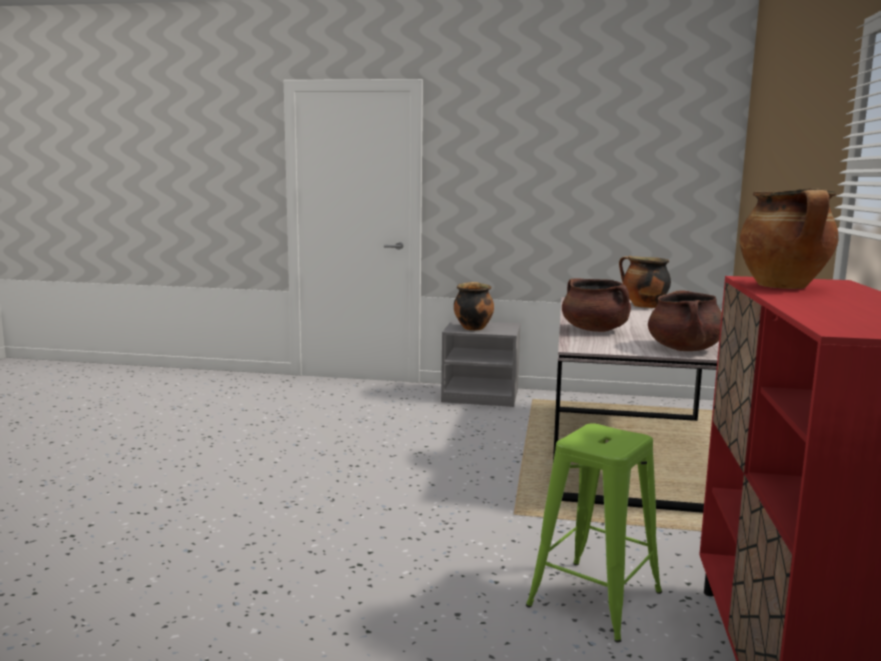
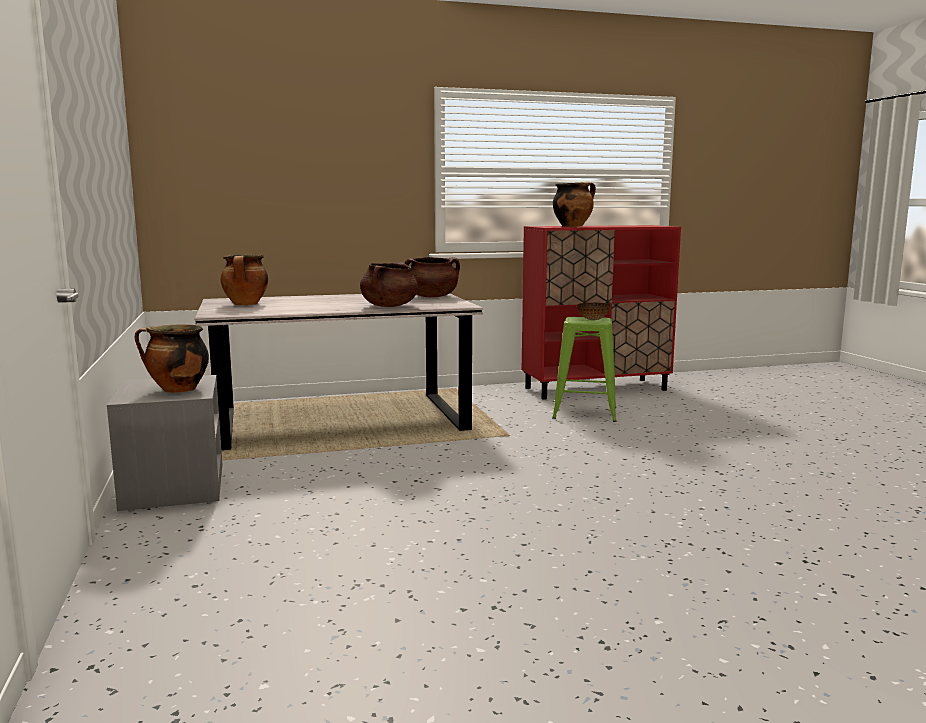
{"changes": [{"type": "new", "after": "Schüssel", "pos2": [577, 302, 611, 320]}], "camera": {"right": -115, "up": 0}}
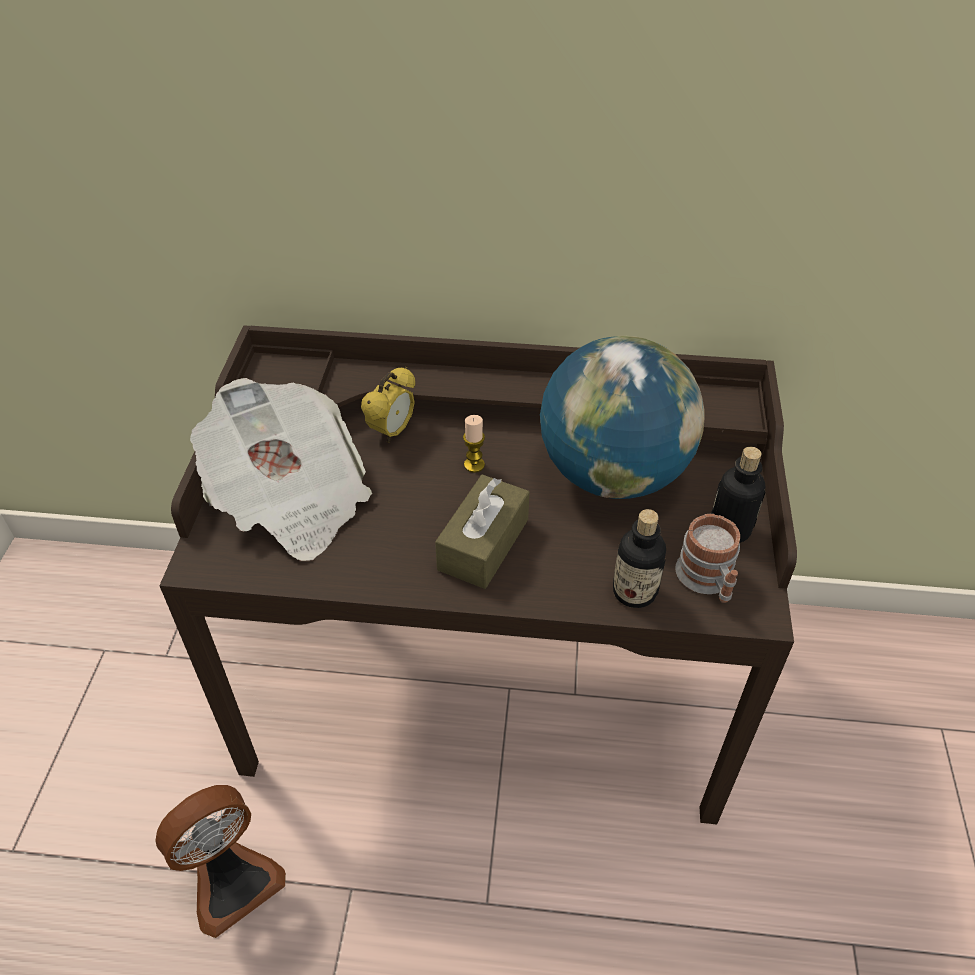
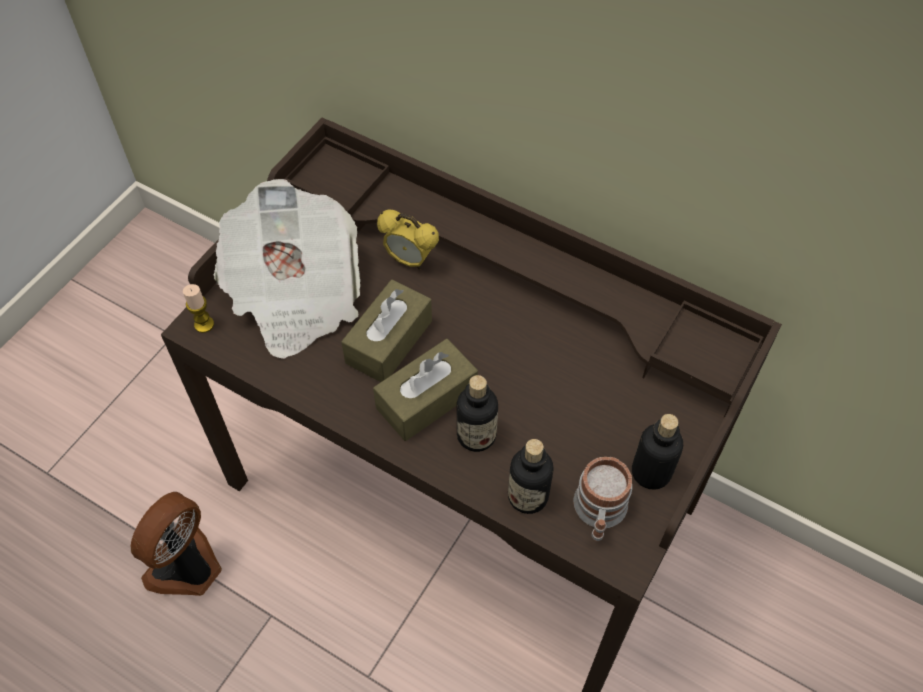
{"changes": [{"type": "rotated", "before": "Ventilator", "pos1": [155, 785, 286, 938], "pos2": [131, 492, 222, 596], "turn": 135}, {"type": "shifted", "before": "Kerze", "pos1": [463, 415, 485, 473], "pos2": [183, 284, 214, 333]}, {"type": "new", "after": "Taschentuchbox (braun)", "pos2": [341, 279, 432, 382]}, {"type": "rotated", "before": "Wecker", "pos1": [361, 367, 416, 443], "pos2": [377, 210, 439, 270], "turn": 60}, {"type": "new", "after": "Flasche", "pos2": [457, 375, 498, 452]}, {"type": "gone", "before": "Globus", "pos1": [540, 336, 704, 499]}], "camera": {"right": 25, "up": 10}}
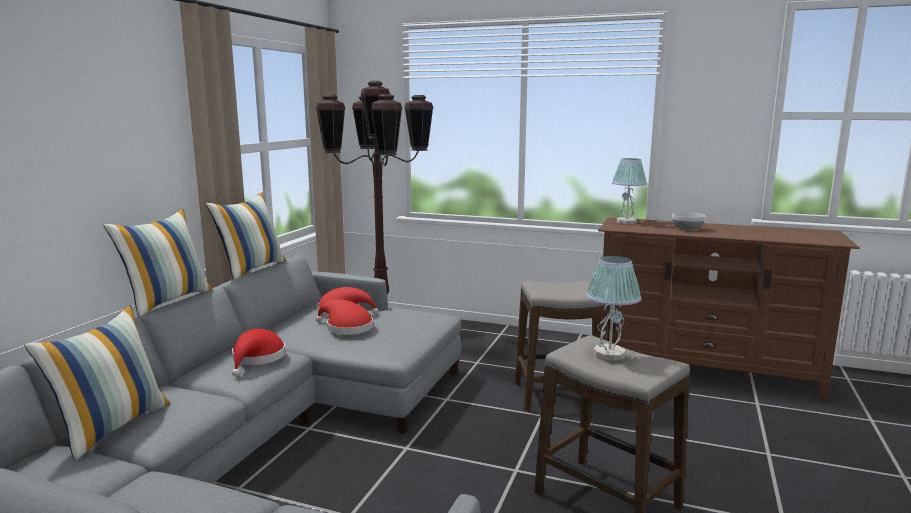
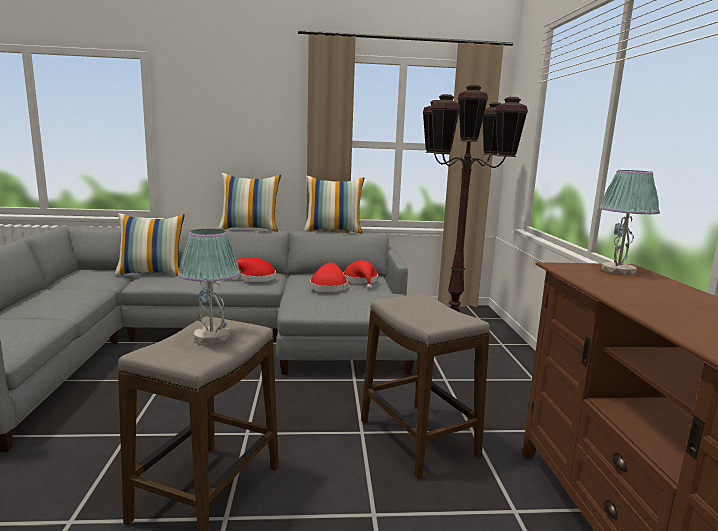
{"changes": [{"type": "gone", "before": "Schüssel", "pos1": [672, 212, 706, 231]}], "camera": {"right": 65, "up": 0}}
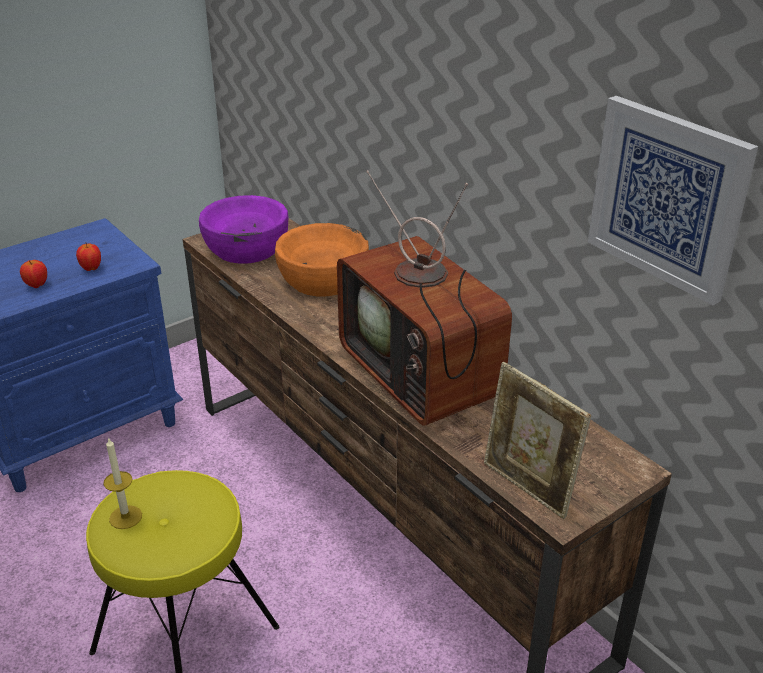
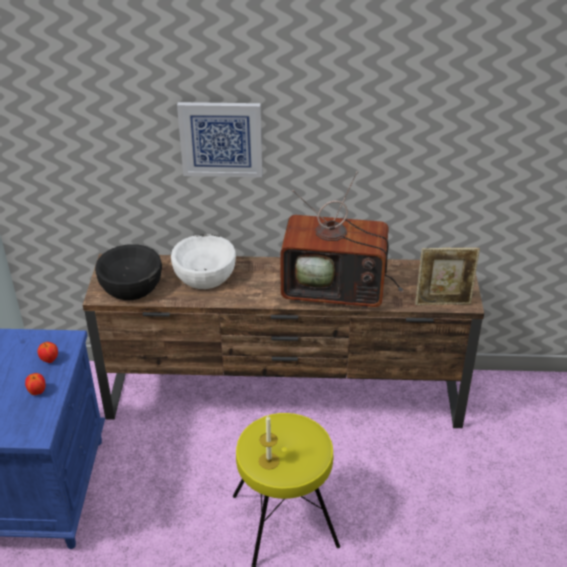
{"changes": [{"type": "repainted", "before": "Schüssel (lila)", "after": "Schüssel (schwarz)", "pos1": [199, 195, 288, 264], "pos2": [95, 244, 162, 300]}, {"type": "repainted", "before": "Schüssel (orange)", "after": "Schüssel (weiß)", "pos1": [275, 223, 369, 297], "pos2": [171, 234, 236, 289]}, {"type": "shifted", "before": "Bild", "pos1": [588, 96, 758, 305], "pos2": [177, 102, 262, 177]}], "camera": {"right": -50, "up": 5}}
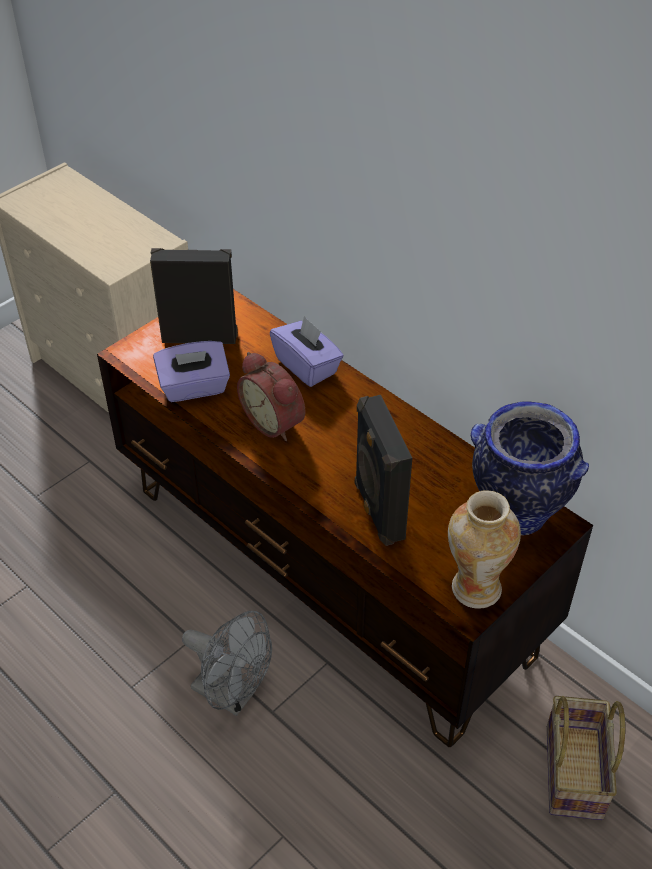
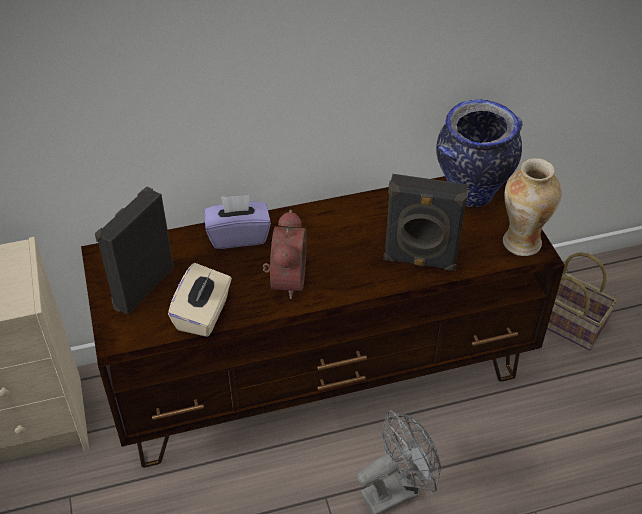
{"changes": [{"type": "repainted", "before": "Taschentuchbox (lila)", "after": "Taschentuchbox (beige)", "pos1": [153, 341, 230, 402], "pos2": [168, 263, 232, 337]}, {"type": "rotated", "before": "Wecker", "pos1": [237, 352, 305, 441], "pos2": [263, 210, 307, 299], "turn": -75}], "camera": {"right": -60, "up": 0}}
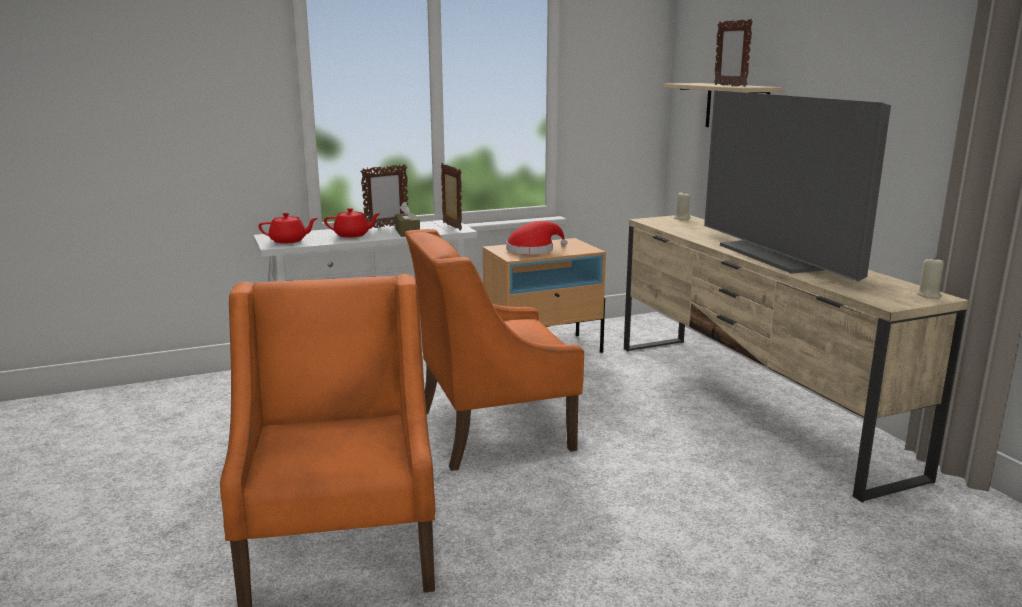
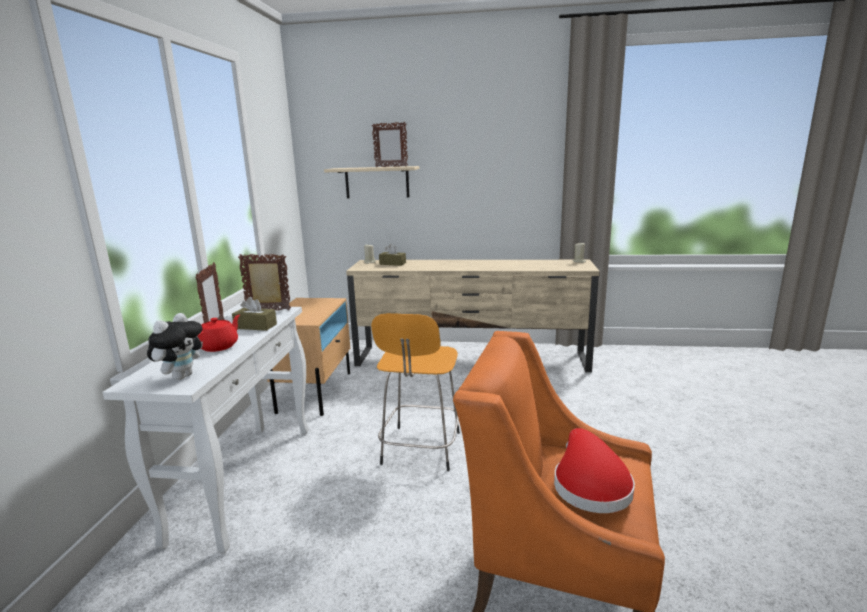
{"changes": [{"type": "swapped", "before": "Teekanne (rot)", "after": "Plüschtier", "pos1": [258, 213, 318, 244], "pos2": [147, 313, 203, 380]}, {"type": "swapped", "before": "Sessel (orange)", "after": "Hocker (orange)", "pos1": [405, 229, 584, 471], "pos2": [371, 313, 460, 471]}, {"type": "new", "after": "Taschentuchbox (braun)", "pos2": [379, 244, 406, 266]}, {"type": "shifted", "before": "Hut (rot)", "pos1": [506, 221, 568, 254], "pos2": [554, 428, 635, 513]}, {"type": "gone", "before": "Fernseher", "pos1": [704, 90, 891, 282]}], "camera": {"right": -60, "up": 0}}
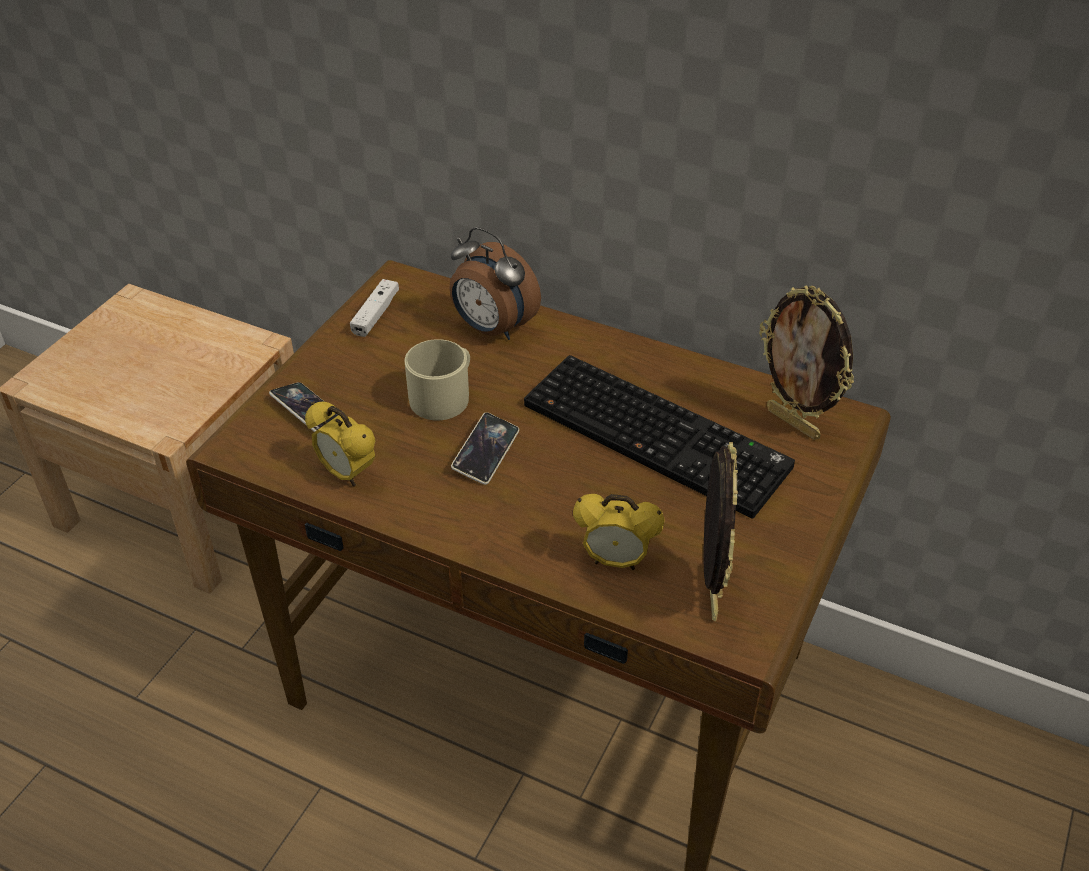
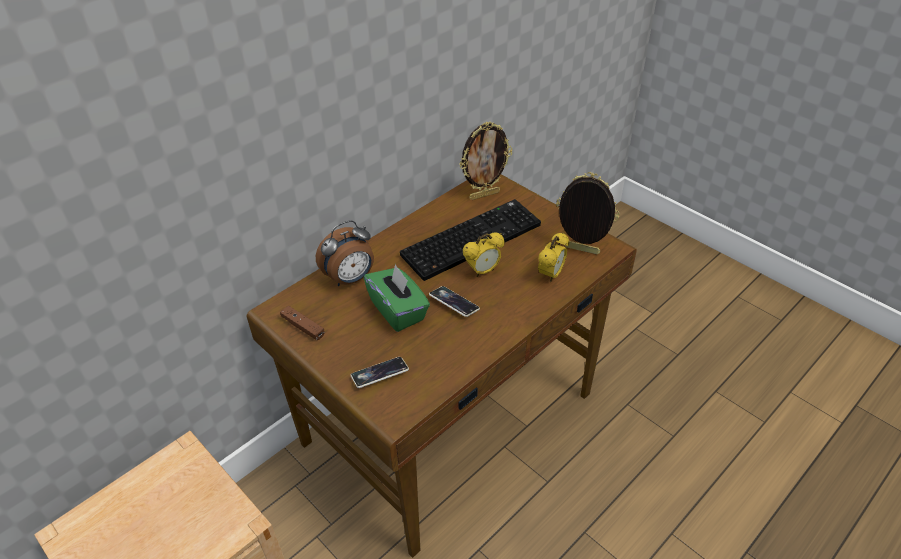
{"changes": [{"type": "repainted", "before": "Gamepad (weiß)", "after": "Gamepad (braun)", "pos1": [350, 279, 399, 337], "pos2": [280, 306, 325, 340]}, {"type": "swapped", "before": "Henkelbecher (beige)", "after": "Taschentuchbox (grün)", "pos1": [405, 339, 470, 420], "pos2": [364, 264, 430, 332]}, {"type": "shifted", "before": "Wecker", "pos1": [305, 402, 376, 487], "pos2": [463, 233, 505, 277]}], "camera": {"right": -70, "up": 0}}
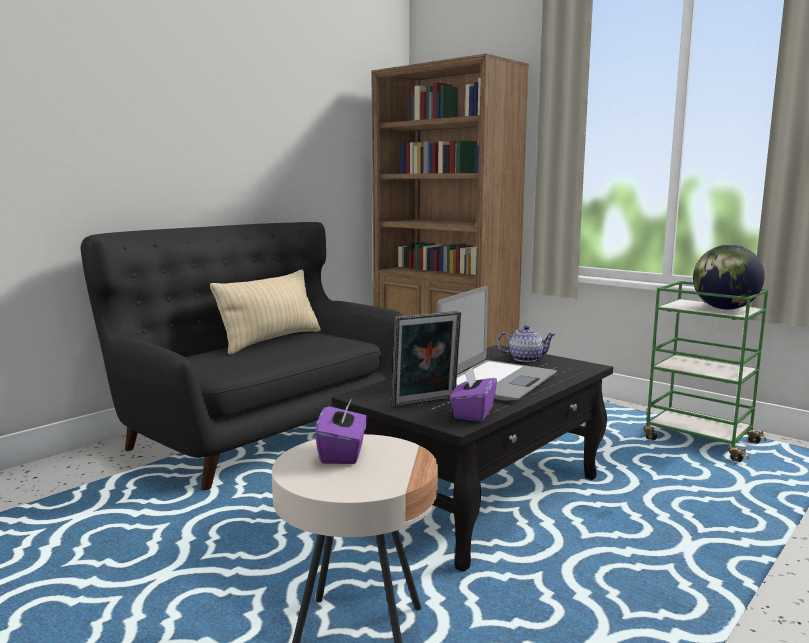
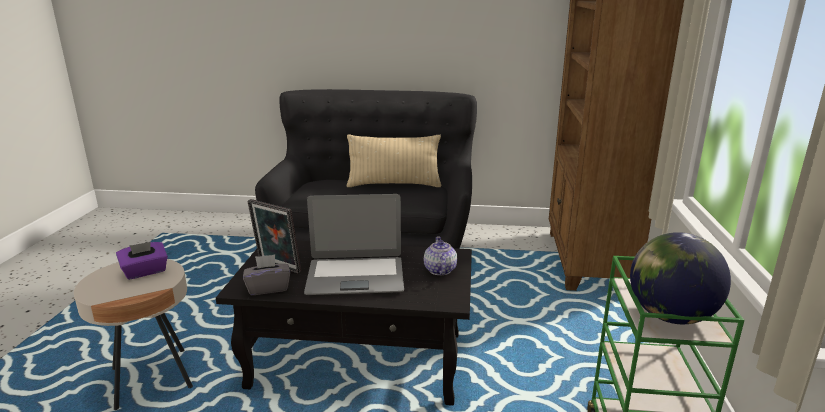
{"changes": [{"type": "repainted", "before": "Taschentuchbox (lila)", "after": "Taschentuchbox (grau)", "pos1": [450, 367, 497, 421], "pos2": [243, 254, 290, 295]}, {"type": "rotated", "before": "Teekanne", "pos1": [497, 325, 556, 362], "pos2": [424, 237, 457, 275], "turn": -150}], "camera": {"right": 55, "up": 10}}
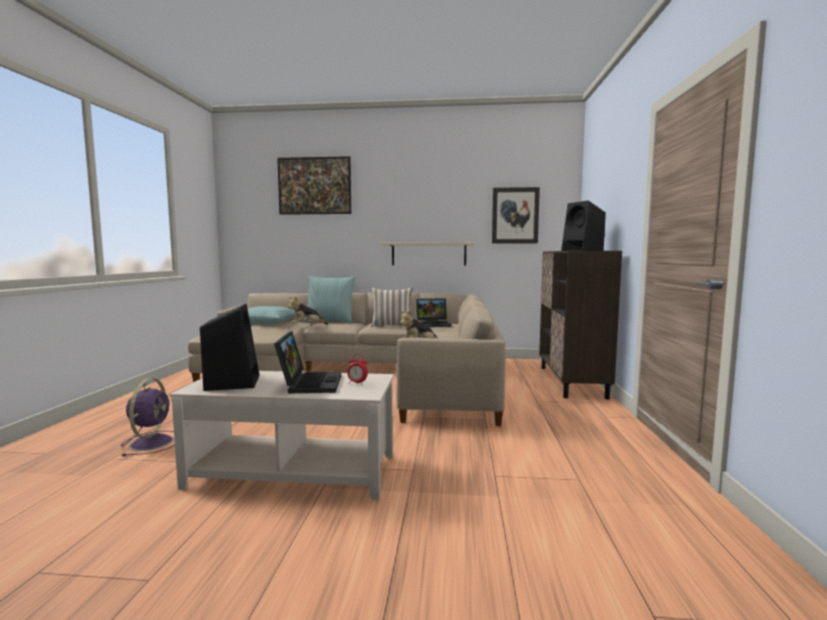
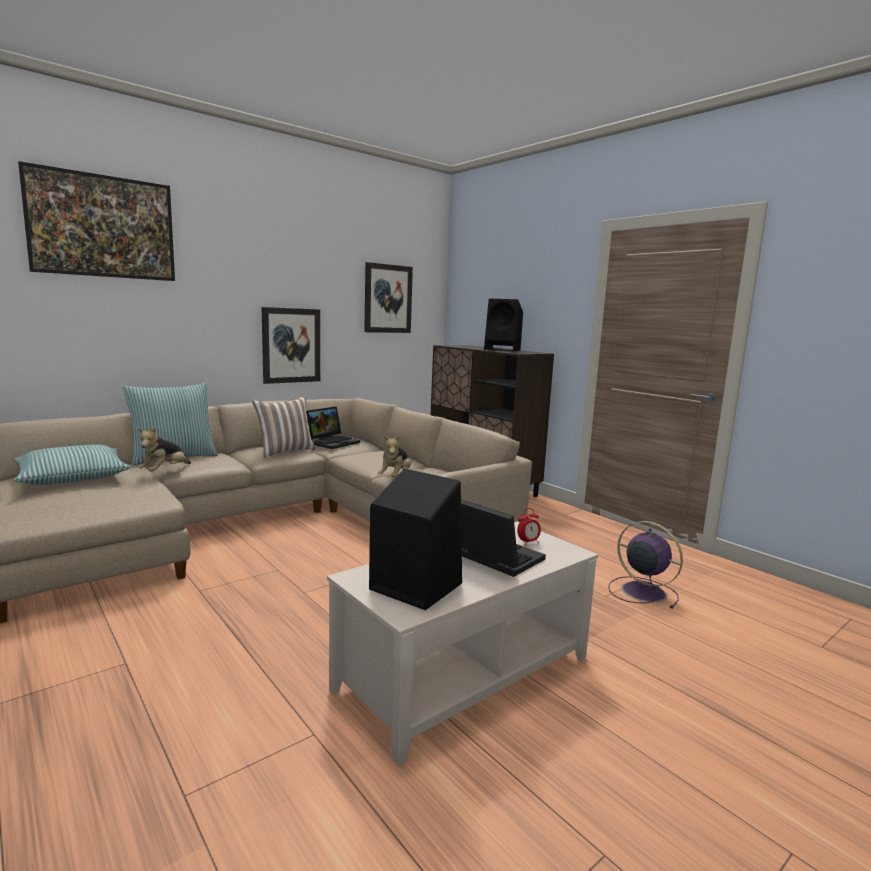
{"changes": [{"type": "swapped", "before": "Wandregal (beige)", "after": "Bild", "pos1": [381, 243, 476, 265], "pos2": [262, 307, 320, 384]}, {"type": "shifted", "before": "Ventilator (lila)", "pos1": [121, 378, 175, 456], "pos2": [608, 521, 683, 609]}], "camera": {"right": -45, "up": 5}}
